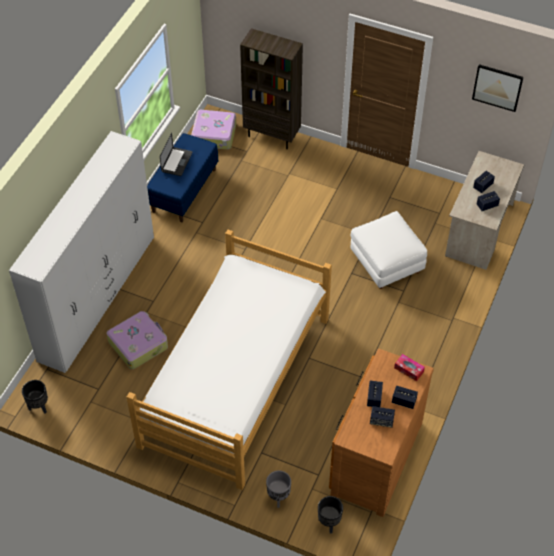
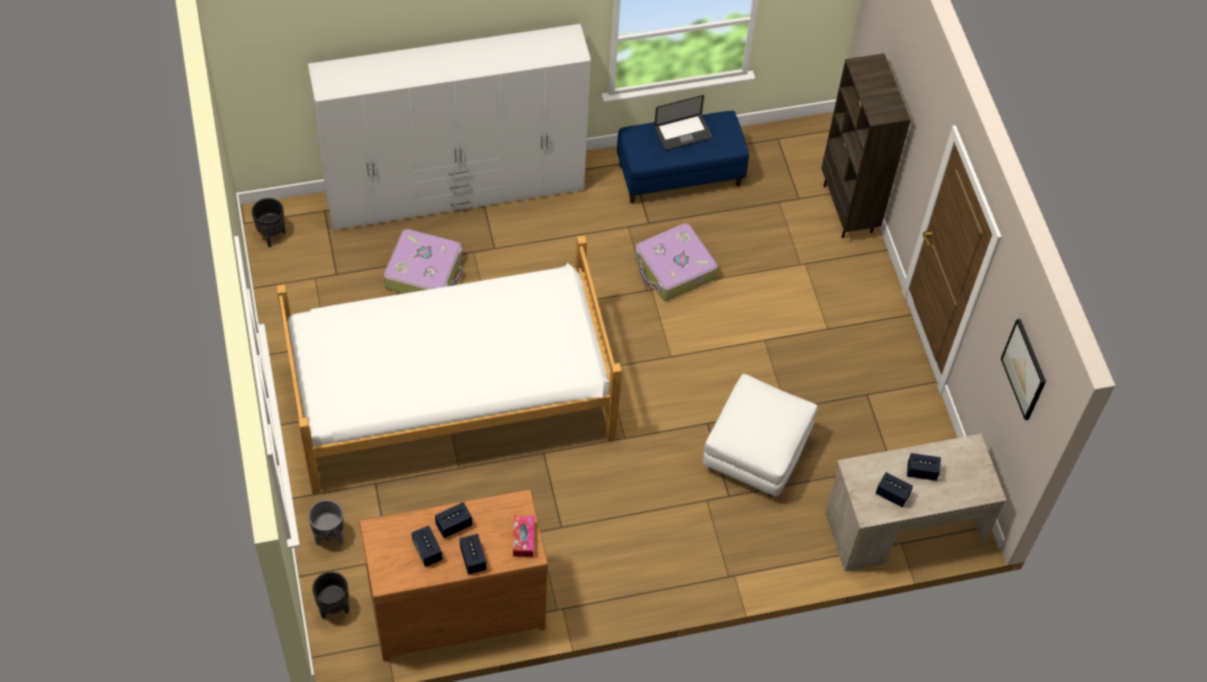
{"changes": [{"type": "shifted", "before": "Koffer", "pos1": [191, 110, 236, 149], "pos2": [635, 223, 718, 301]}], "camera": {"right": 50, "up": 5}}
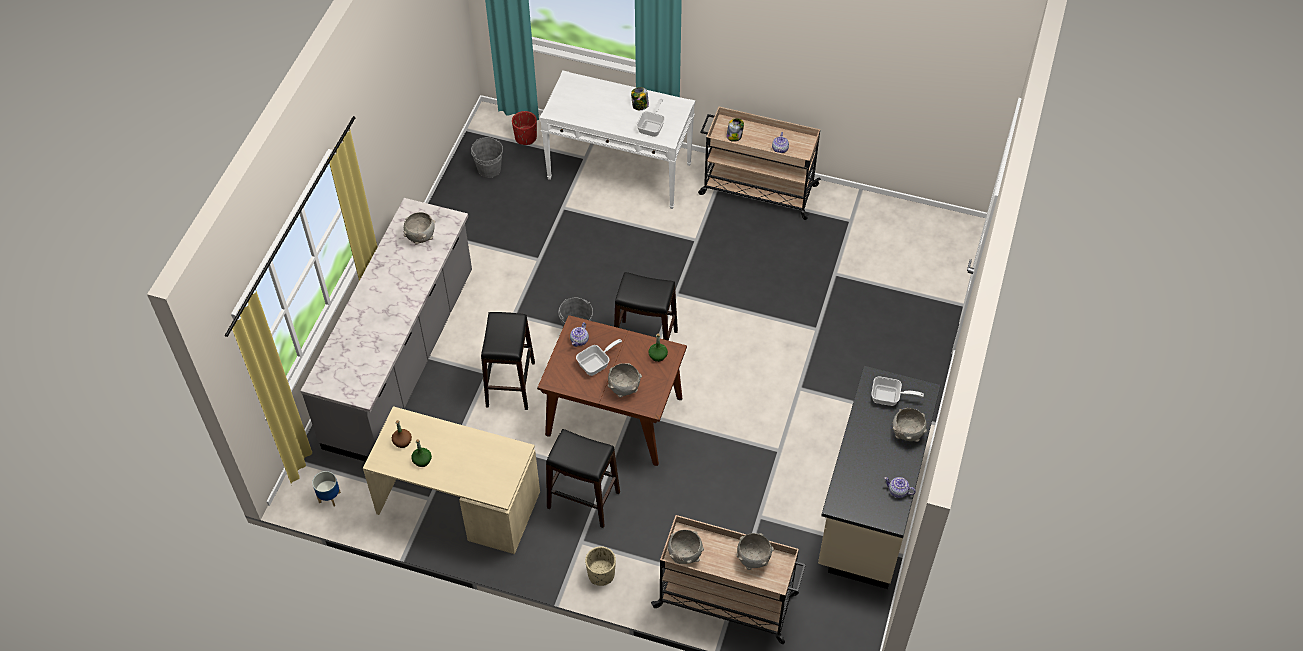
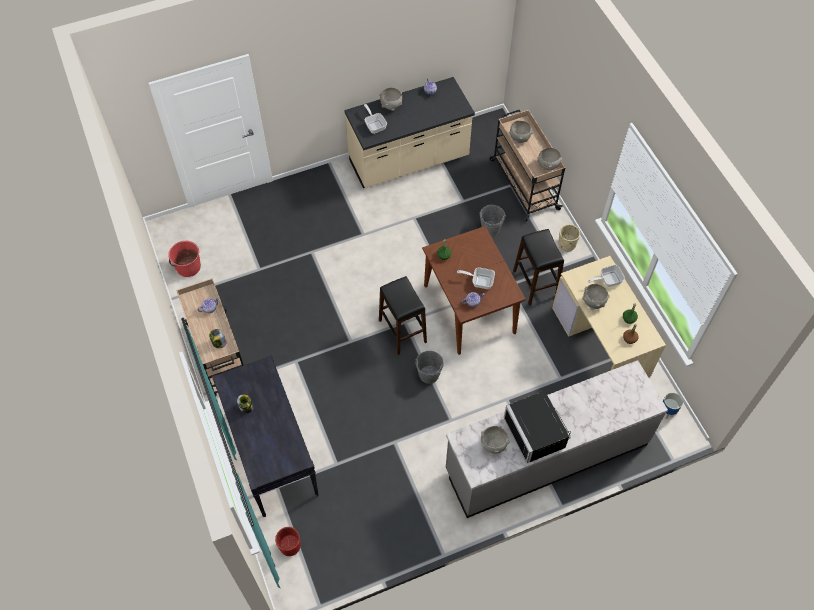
{"changes": [{"type": "new", "after": "Eimer (rot)", "pos2": [168, 241, 201, 277]}, {"type": "repainted", "before": "Konsolentisch (weiß)", "after": "Konsolentisch (schwarz)", "pos1": [539, 70, 695, 209], "pos2": [212, 355, 319, 517]}, {"type": "shifted", "before": "Eimer (grau)", "pos1": [471, 137, 503, 178], "pos2": [480, 205, 506, 236]}, {"type": "new", "after": "Mikrowelle (schwarz)", "pos2": [504, 391, 571, 463]}, {"type": "shifted", "before": "Schüssel (grau)", "pos1": [608, 363, 642, 398], "pos2": [582, 284, 610, 310]}, {"type": "shifted", "before": "Pfanne", "pos1": [636, 99, 665, 137], "pos2": [588, 265, 625, 287]}, {"type": "gone", "before": "Hocker (schwarz)", "pos1": [481, 312, 535, 410]}], "camera": {"right": -130, "up": 5}}
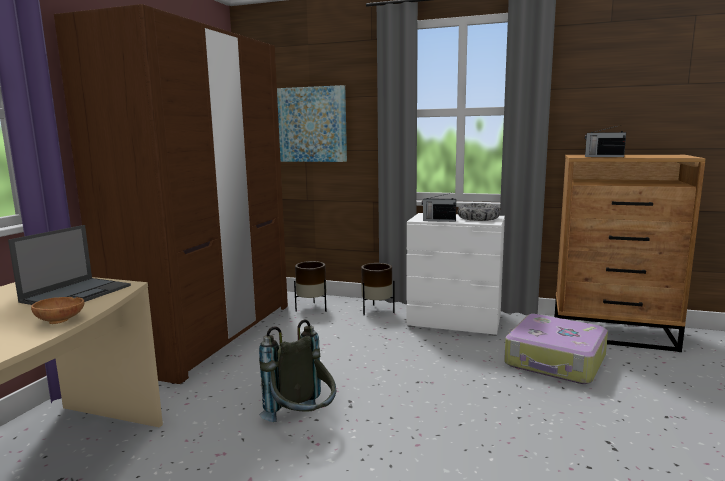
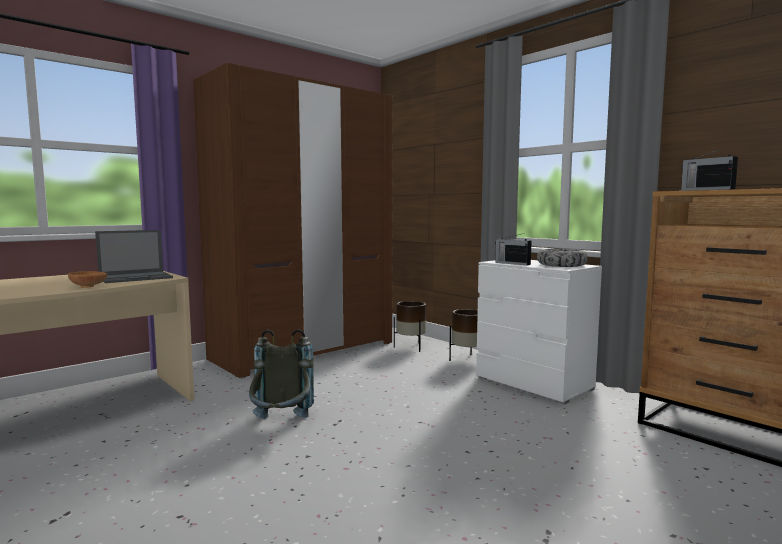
{"changes": [{"type": "gone", "before": "Bild", "pos1": [277, 85, 347, 162]}, {"type": "gone", "before": "Koffer", "pos1": [504, 314, 608, 384]}], "camera": {"right": 30, "up": -5}}
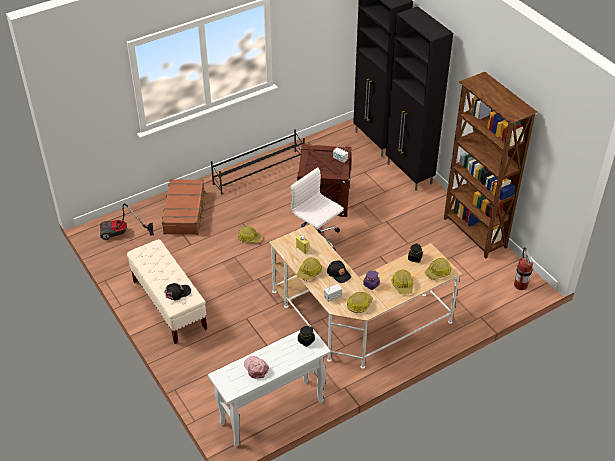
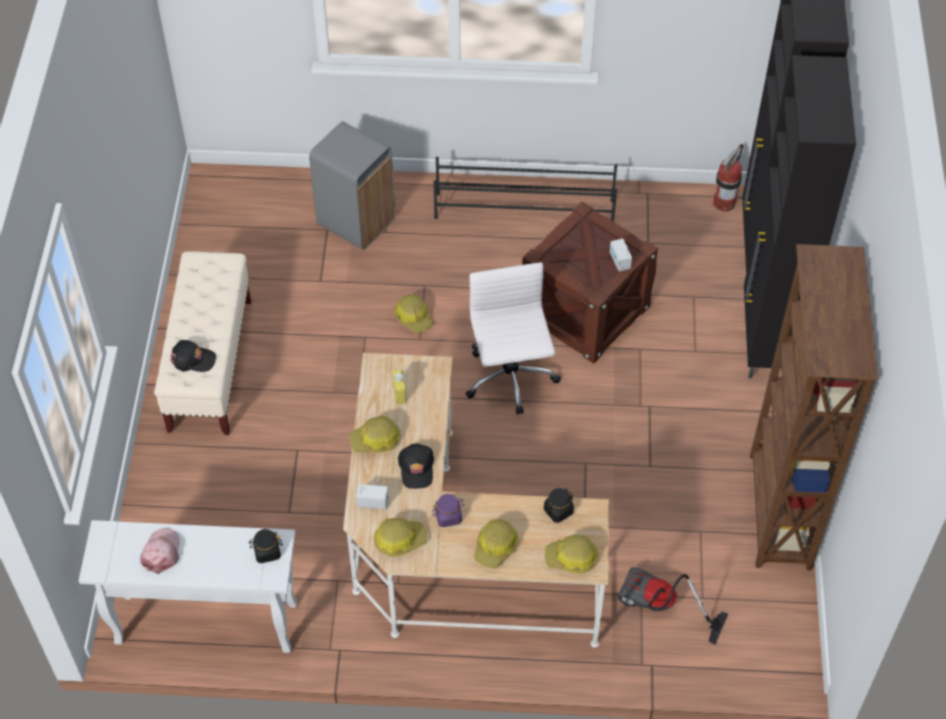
{"changes": [{"type": "swapped", "before": "Koffer (braun)", "after": "Mülleimer (grau)", "pos1": [162, 179, 207, 235], "pos2": [309, 121, 395, 250]}, {"type": "shifted", "before": "Staubsauger", "pos1": [100, 203, 154, 240], "pos2": [618, 567, 728, 645]}, {"type": "shifted", "before": "Feuerlöscher", "pos1": [514, 247, 533, 290], "pos2": [713, 144, 743, 212]}], "camera": {"right": 35, "up": 10}}
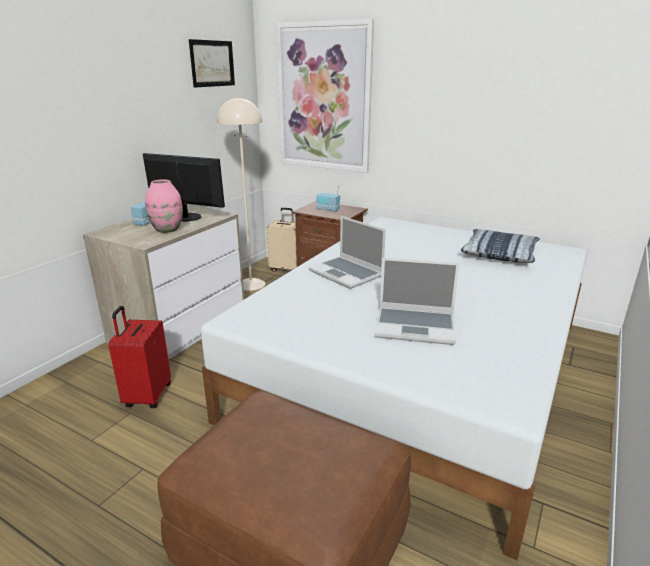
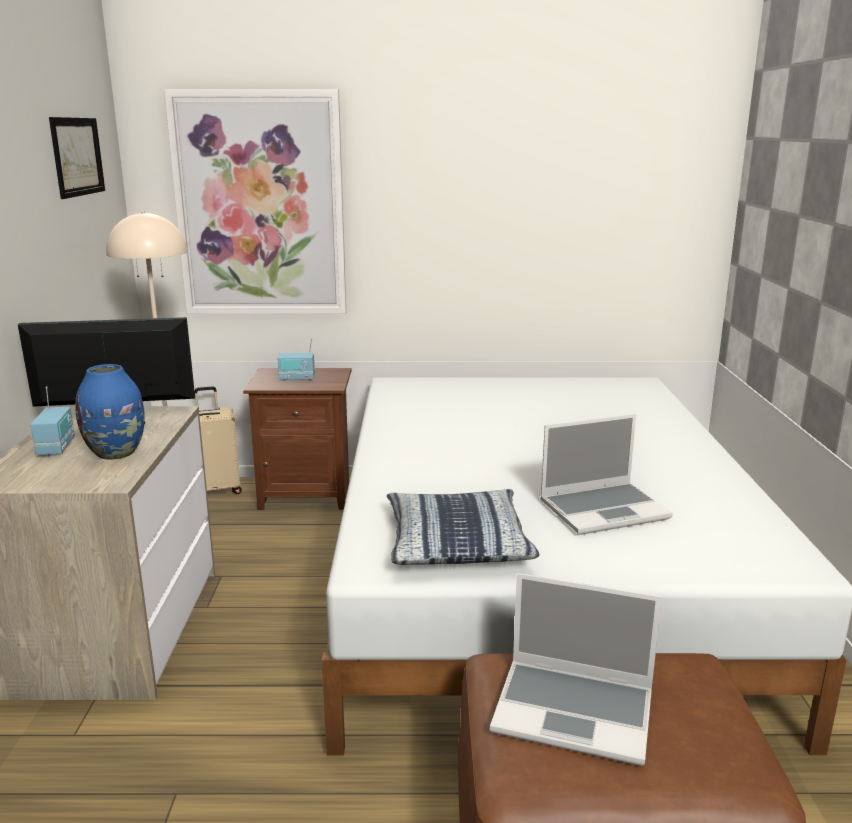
{"changes": [{"type": "repainted", "before": "Vase (rosa)", "after": "Vase (blau)", "pos1": [145, 179, 183, 233], "pos2": [75, 364, 145, 460]}, {"type": "shifted", "before": "Kissen", "pos1": [461, 229, 540, 263], "pos2": [387, 489, 539, 565]}, {"type": "shifted", "before": "Laptop", "pos1": [308, 216, 386, 289], "pos2": [490, 573, 662, 766]}, {"type": "gone", "before": "Koffer (rot)", "pos1": [108, 306, 171, 408]}], "camera": {"right": -30, "up": -5}}
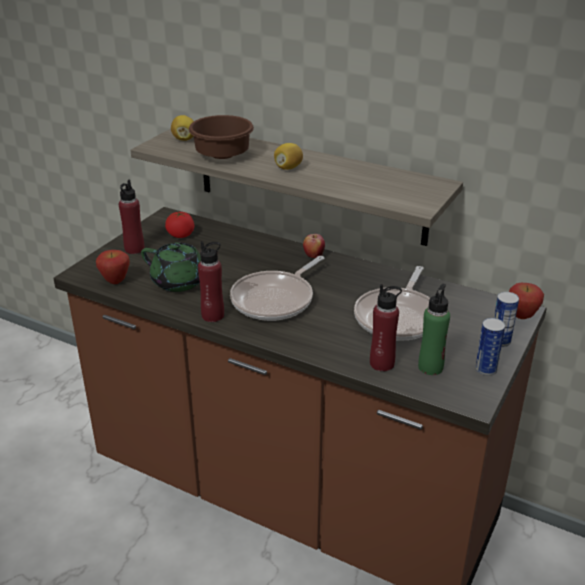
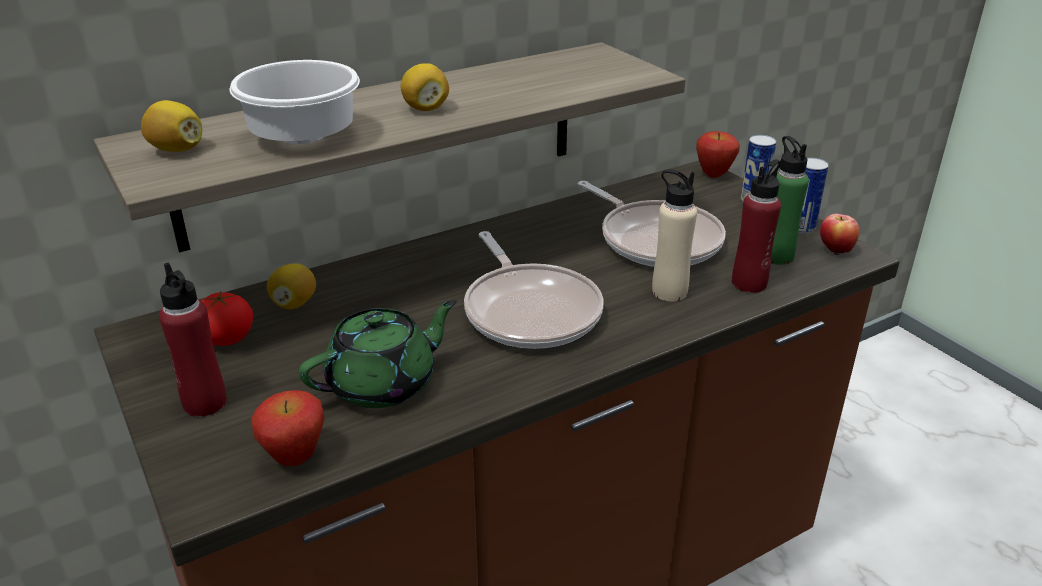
{"changes": [{"type": "repainted", "before": "Schüssel (braun)", "after": "Schüssel (weiß)", "pos1": [189, 115, 254, 159], "pos2": [230, 60, 360, 144]}, {"type": "new", "after": "Zitrone", "pos2": [267, 263, 316, 309]}, {"type": "new", "after": "Flasche (beige)", "pos2": [652, 169, 697, 301]}, {"type": "shifted", "before": "Apfel", "pos1": [303, 234, 325, 258], "pos2": [820, 214, 859, 255]}, {"type": "gone", "before": "Flasche (rot)", "pos1": [198, 241, 224, 322]}], "camera": {"right": -60, "up": 0}}
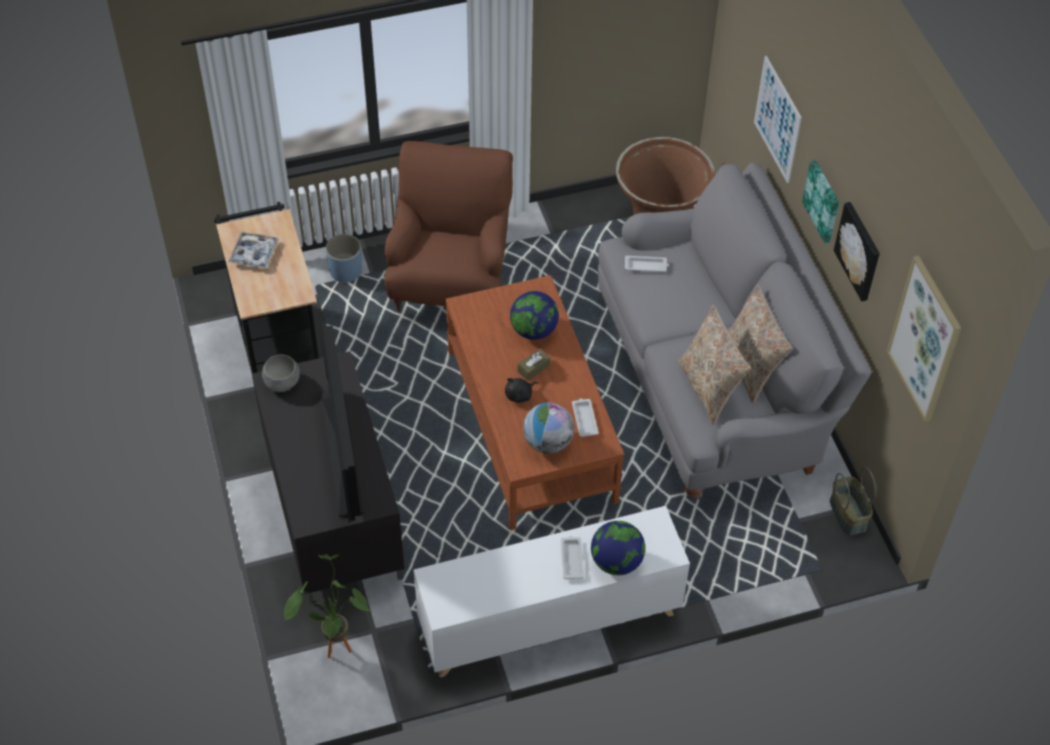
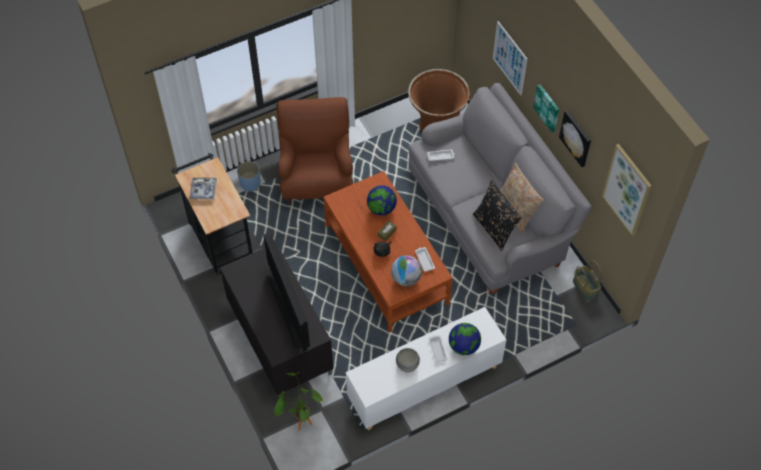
{"changes": [{"type": "shifted", "before": "Schüssel (grau)", "pos1": [262, 355, 300, 392], "pos2": [396, 348, 420, 373]}, {"type": "repainted", "before": "Kissen (beige)", "after": "Kissen (schwarz)", "pos1": [678, 305, 751, 425], "pos2": [473, 180, 522, 251]}], "camera": {"right": -10, "up": 5}}
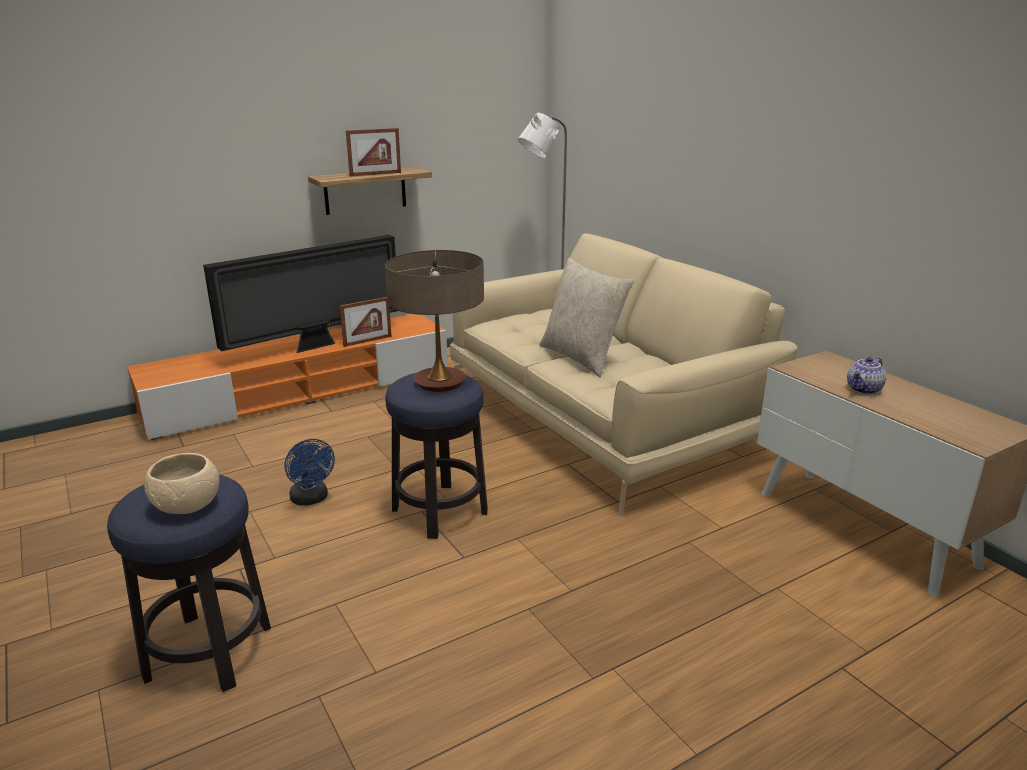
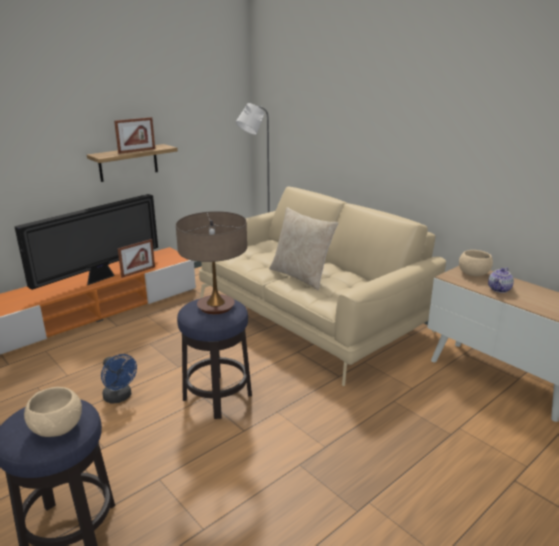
{"changes": [{"type": "new", "after": "Schüssel (beige)", "pos2": [459, 250, 493, 276]}], "camera": {"right": -10, "up": 0}}
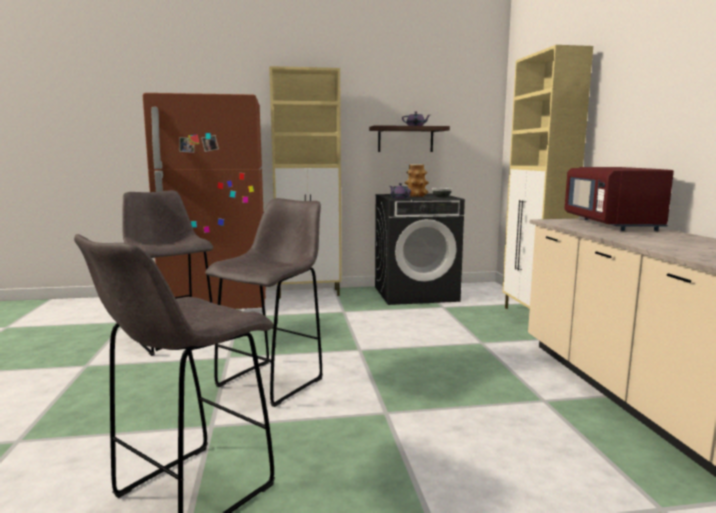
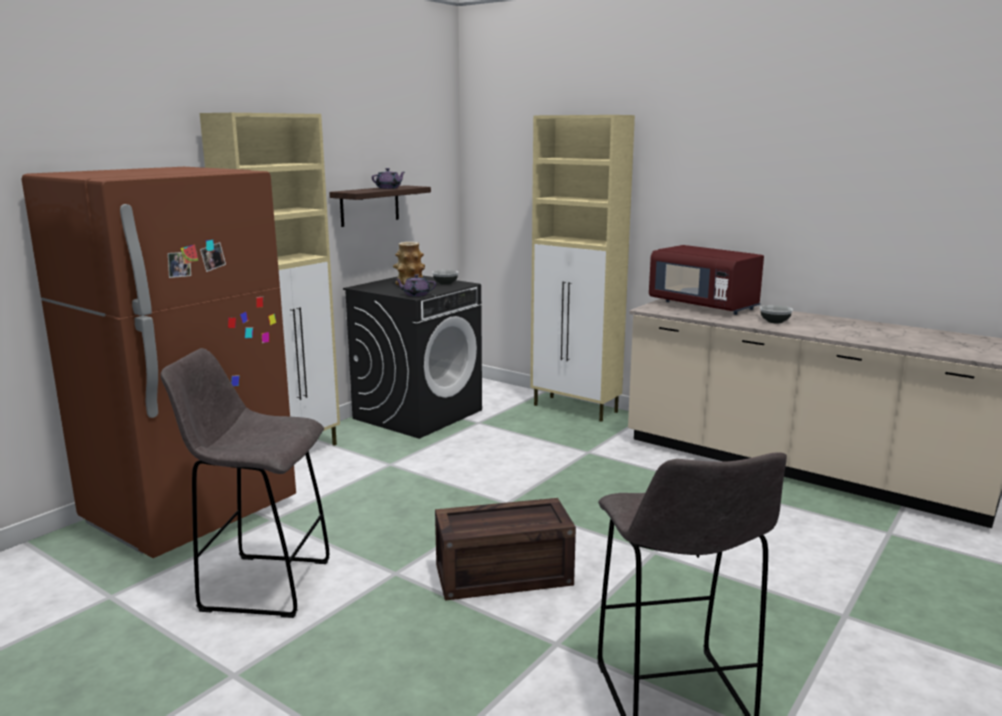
{"changes": [{"type": "swapped", "before": "Hocker (grau)", "after": "Kiste", "pos1": [205, 198, 323, 407], "pos2": [435, 498, 576, 601]}, {"type": "new", "after": "Schüssel", "pos2": [760, 305, 793, 323]}], "camera": {"right": -45, "up": 5}}
